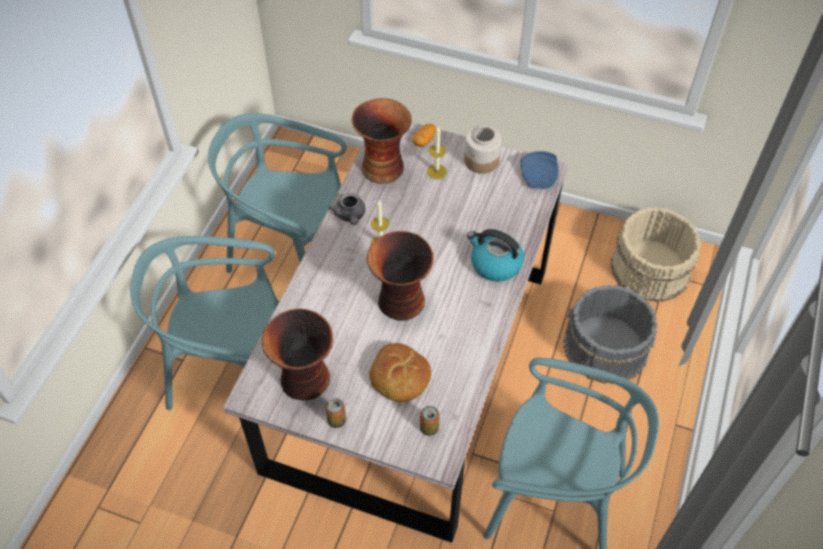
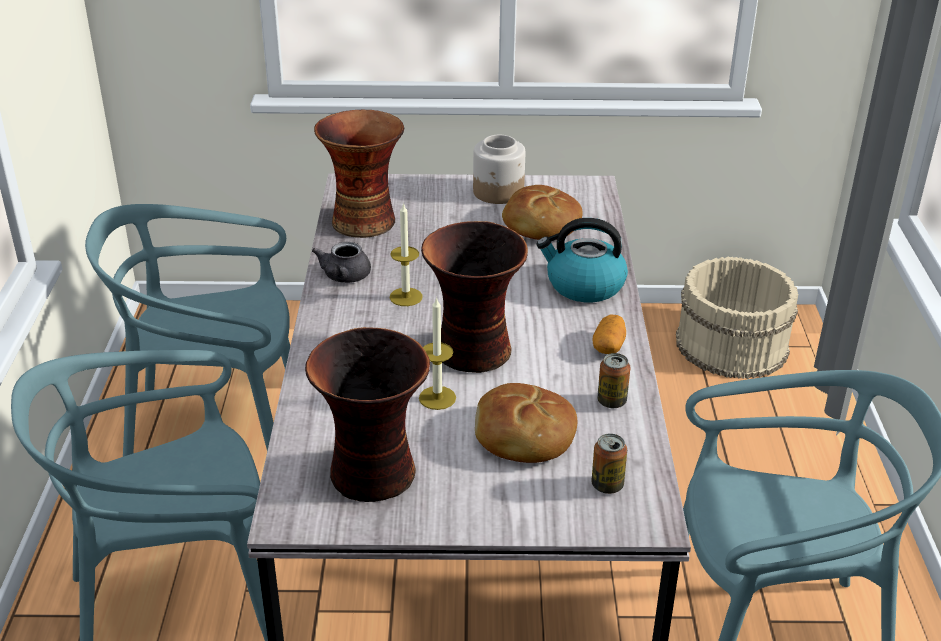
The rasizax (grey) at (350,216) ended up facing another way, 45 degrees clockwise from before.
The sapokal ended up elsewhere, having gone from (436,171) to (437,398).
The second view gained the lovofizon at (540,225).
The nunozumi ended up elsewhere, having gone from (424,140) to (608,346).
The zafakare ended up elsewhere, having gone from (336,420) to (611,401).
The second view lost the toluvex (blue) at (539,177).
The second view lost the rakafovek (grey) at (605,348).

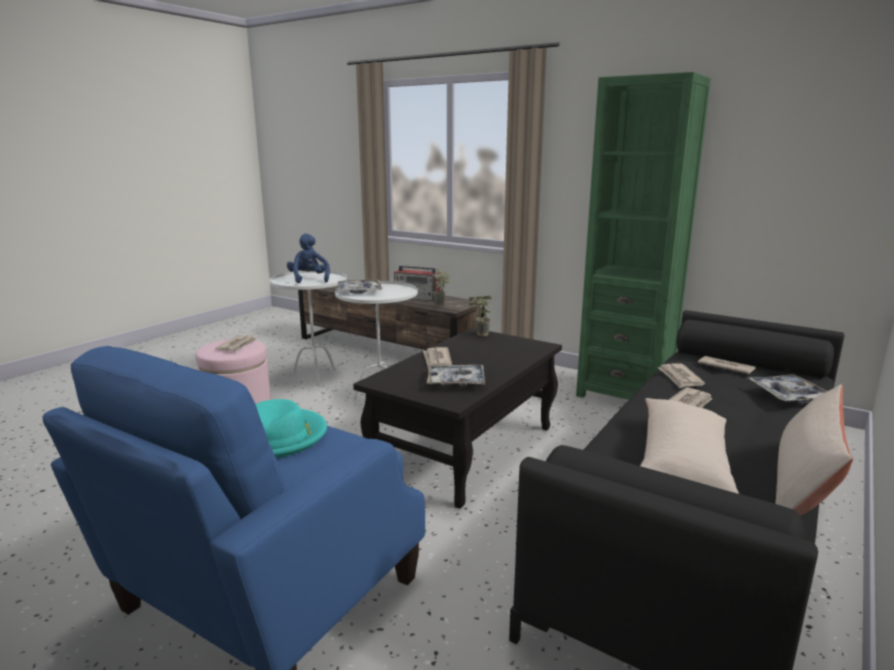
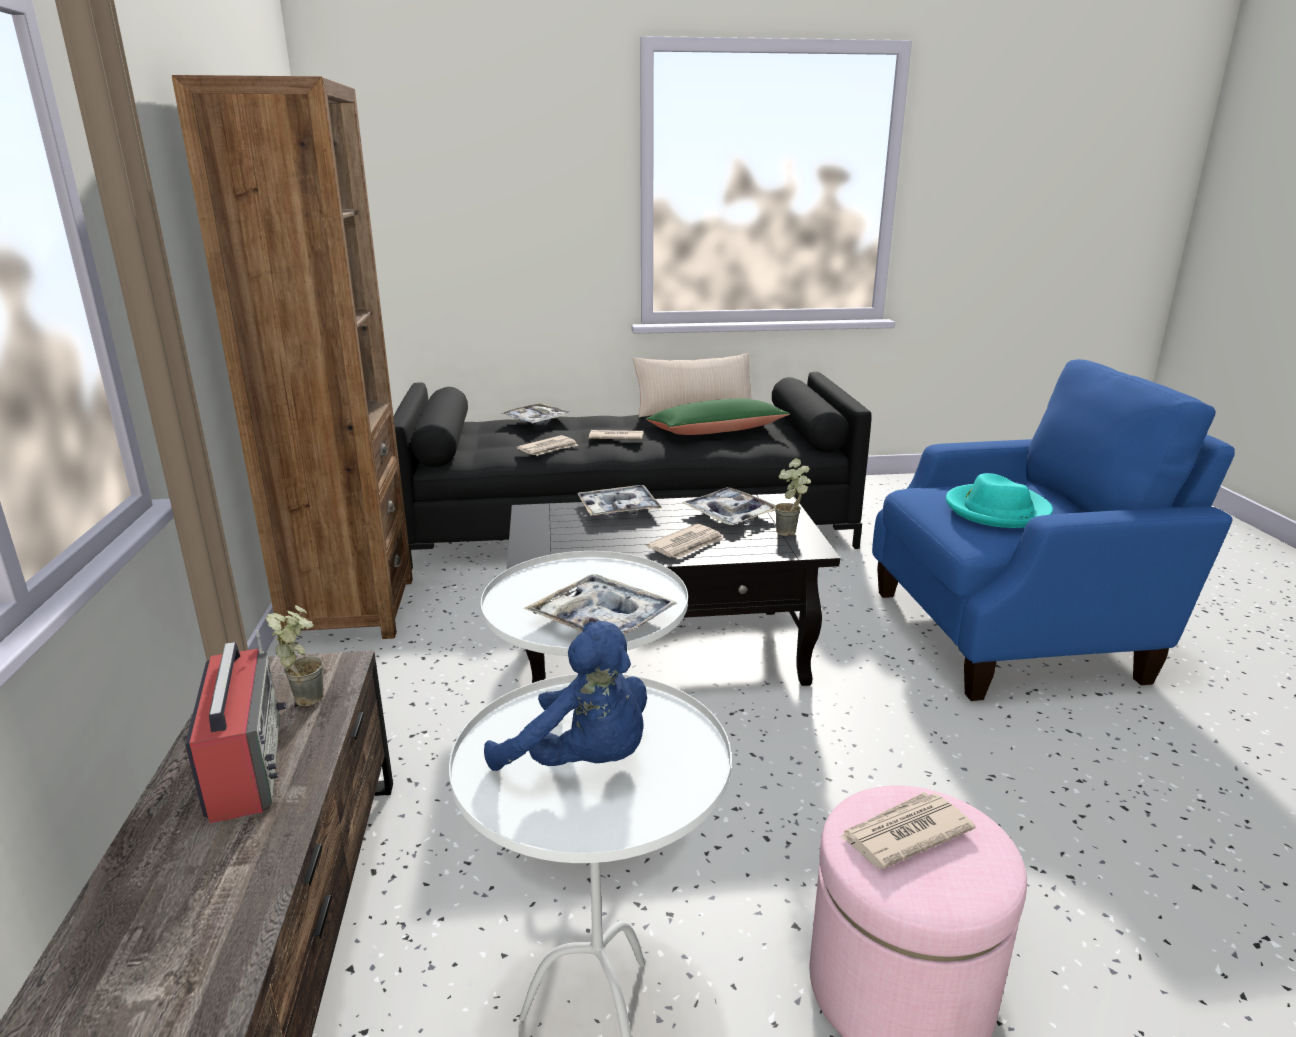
What was the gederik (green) at (624,393) turned into the gederik (brown) at (350,609).
The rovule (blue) at (309,279) ended up facing another way, 90 degrees counterclockwise from before.
The second view gained the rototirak at (618,509).
What was the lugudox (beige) at (684,461) turned into the lugudox (green) at (716,431).
The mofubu ended up elsewhere, having gone from (479,335) to (791,534).
The second view lost the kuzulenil at (725,367).

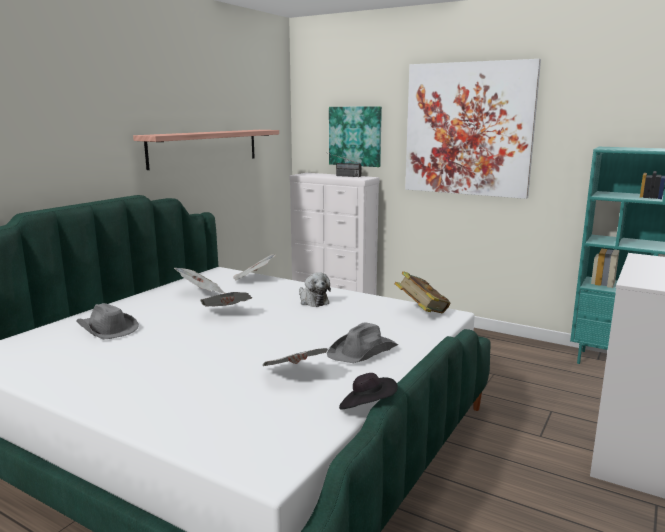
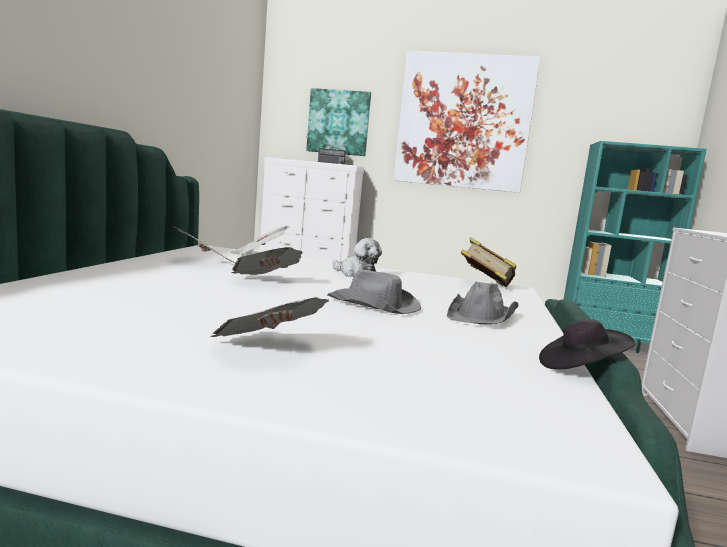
The kuzulenil ended up elsewhere, having gone from (295,374) to (267,348).
The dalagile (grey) ended up elsewhere, having gone from (107,329) to (374,305).
The second view lost the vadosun at (205,148).

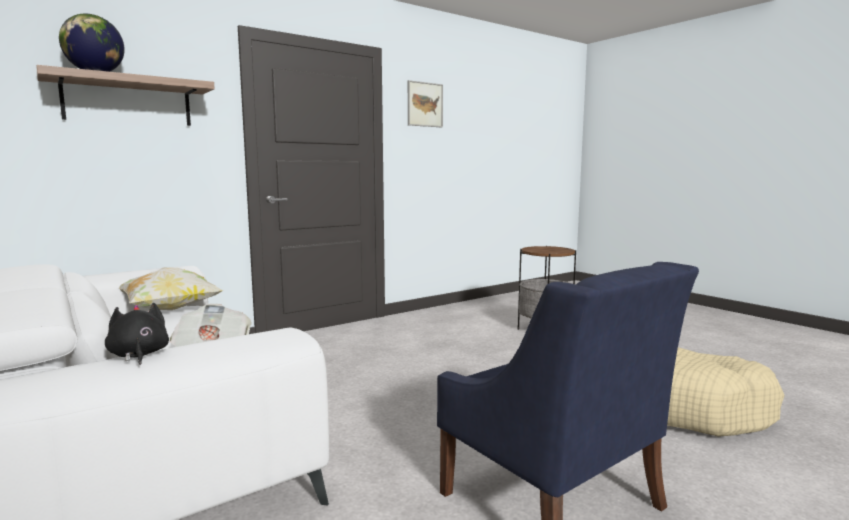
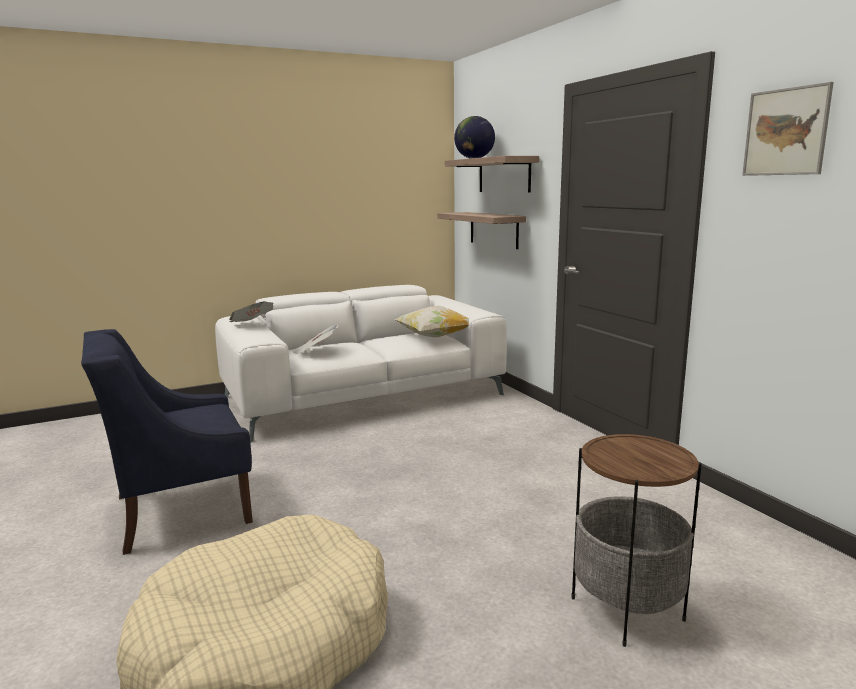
Where the rovule (black) stood at (138,355), the kuzulenil came to stand at (252,324).
The second view gained the vadosun at (493,229).

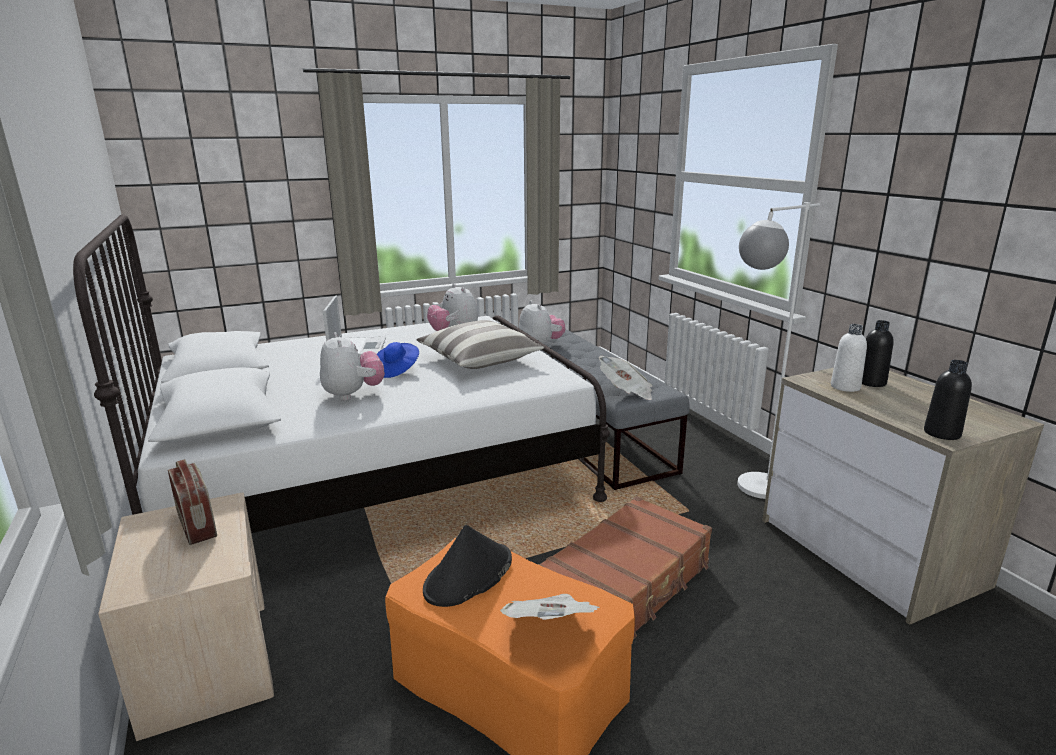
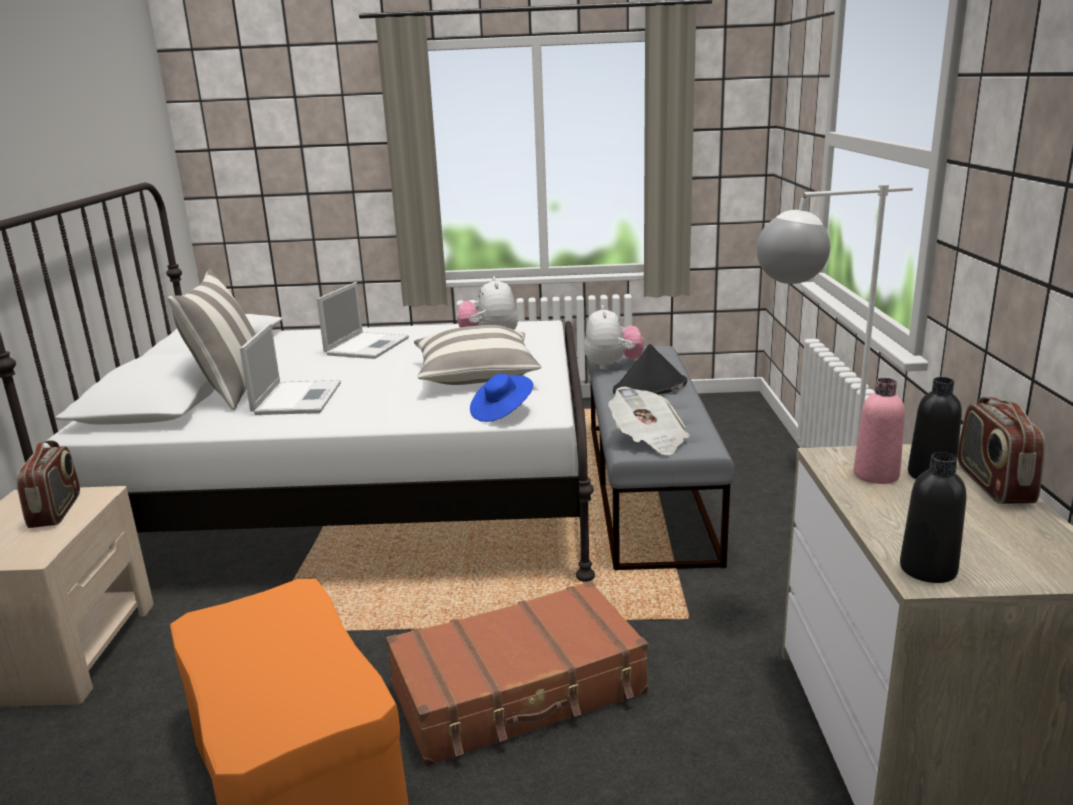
The second view gained the lugudox at (231,391).
Where the rovule stood at (353,394), the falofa came to stand at (297,398).
The dalagile (blue) ended up elsewhere, having gone from (396,370) to (502,412).
The dalagile (black) ended up elsewhere, having gone from (468,575) to (650,387).
What was the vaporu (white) at (845,387) turned into the vaporu (pink) at (876,475).
The second view gained the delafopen at (992,484).
The second view lost the kuzulenil at (550,628).

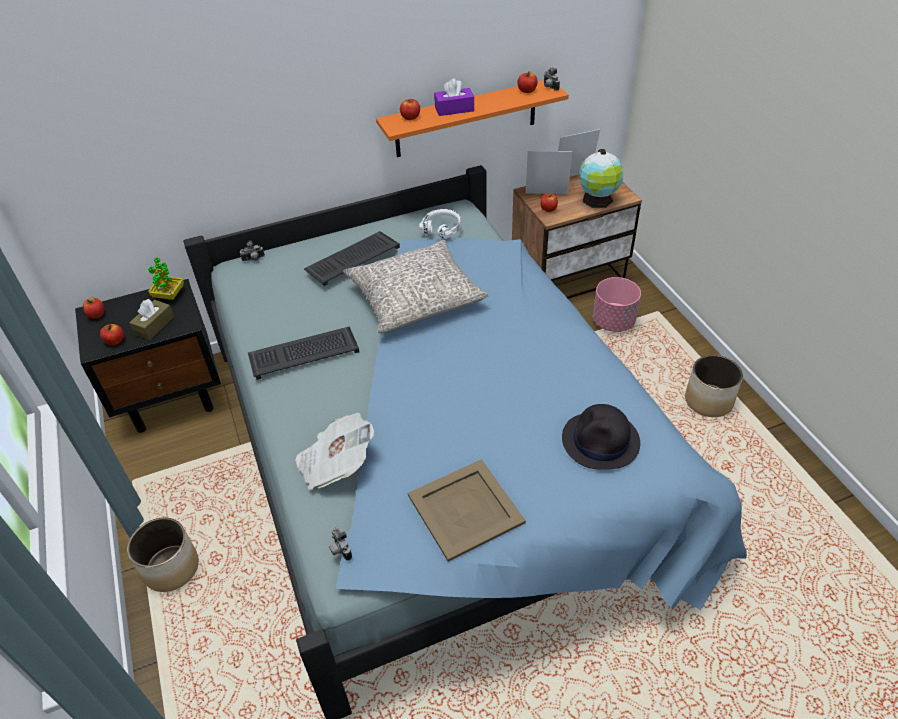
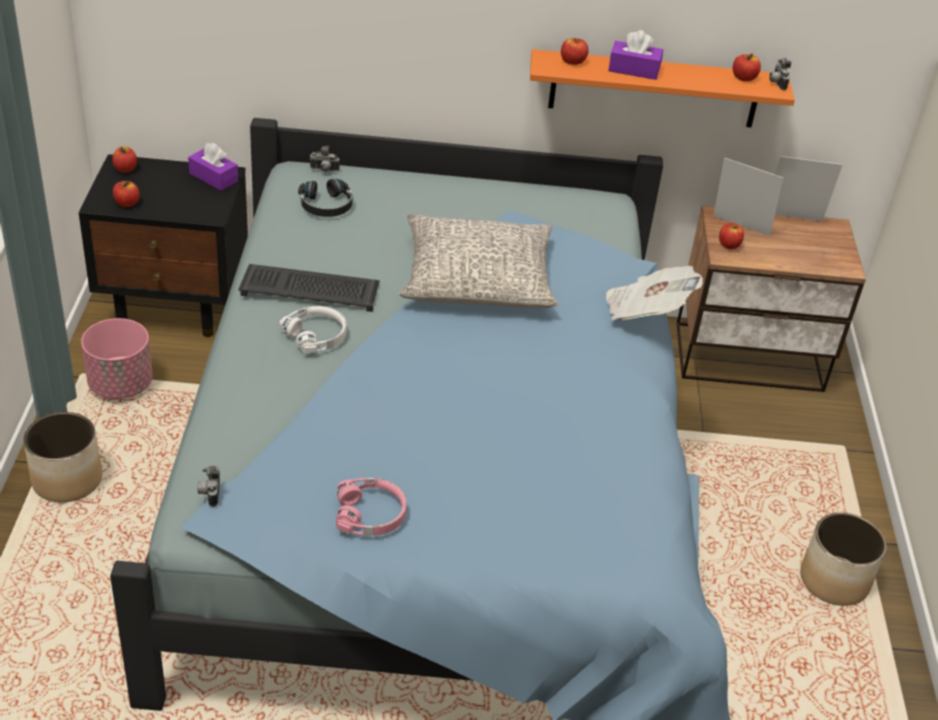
The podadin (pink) ended up elsewhere, having gone from (613,321) to (121,384).
Where the mofubu stood at (169,295), the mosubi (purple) came to stand at (213,177).
The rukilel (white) ended up elsewhere, having gone from (442,228) to (316,335).
The second view gained the rukilel (black) at (326,206).
Where the rototirak (beige) stood at (466,509), the rukilel (pink) came to stand at (371,514).
The kuzulenil ended up elsewhere, having gone from (336,464) to (646,311).
The second view lost the mosubi (brown) at (154,325).
The second view lost the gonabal at (353,258).
The second view lost the dalagile (black) at (601,441).
The second view lost the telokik at (598,200).

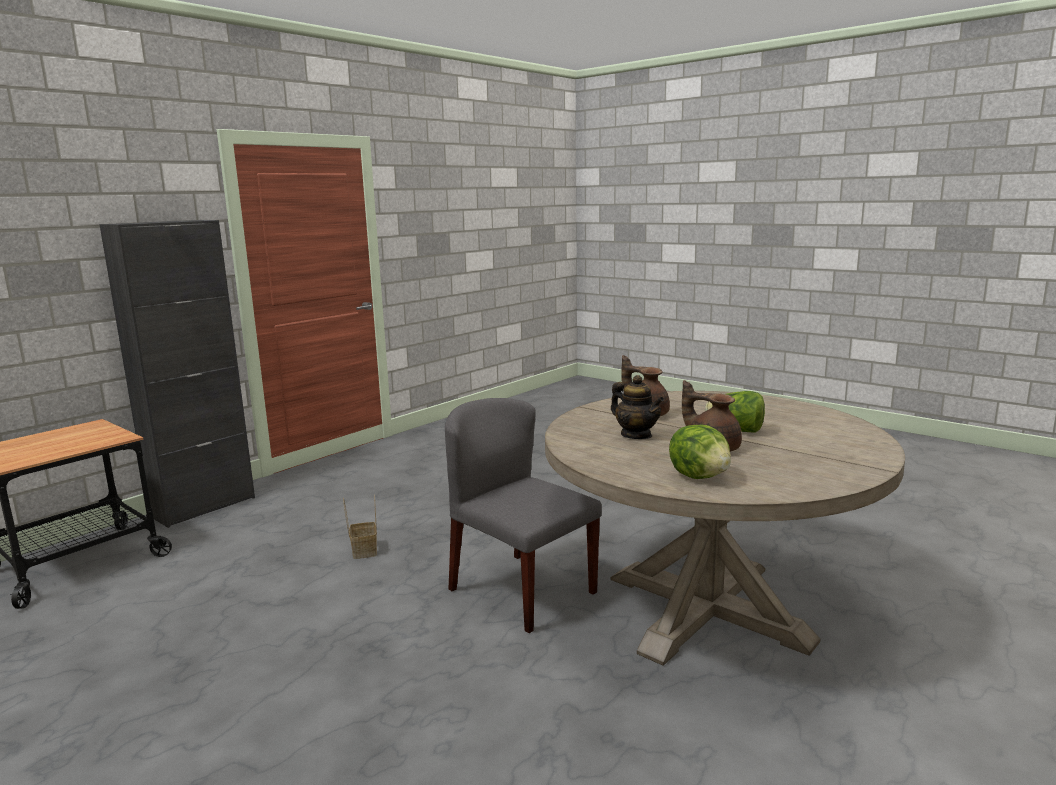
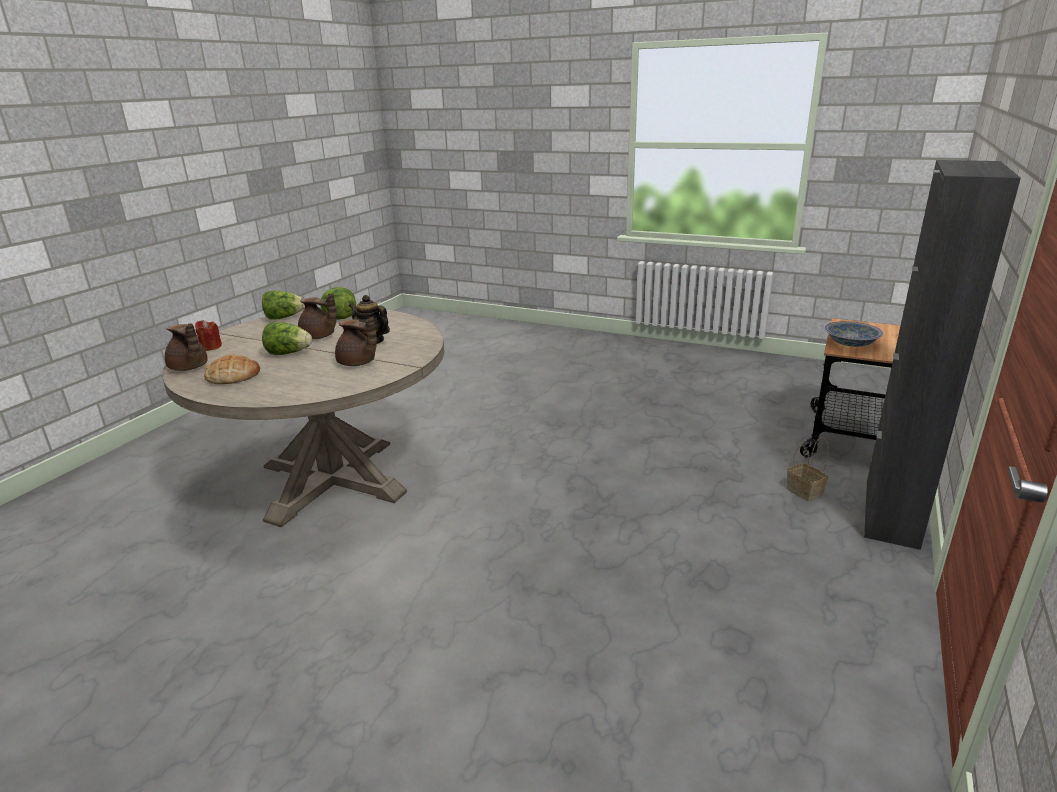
The second view gained the rasizax (brown) at (189,368).
The second view gained the sapokal (red) at (211,347).
The second view gained the lovofizon at (233,376).
The second view gained the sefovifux at (284,318).
The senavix ended up elsewhere, having gone from (363,550) to (805,492).
The second view gained the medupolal at (851,343).
The second view lost the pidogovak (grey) at (521,590).

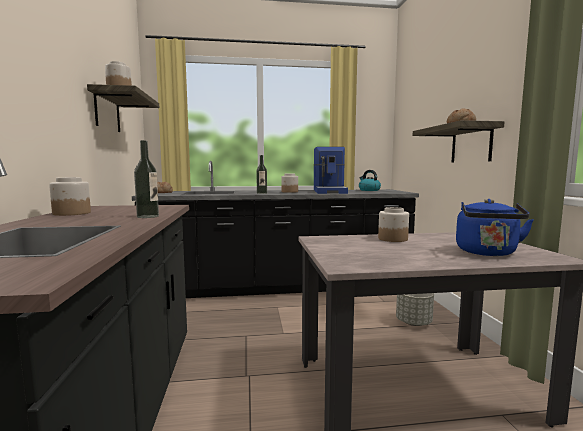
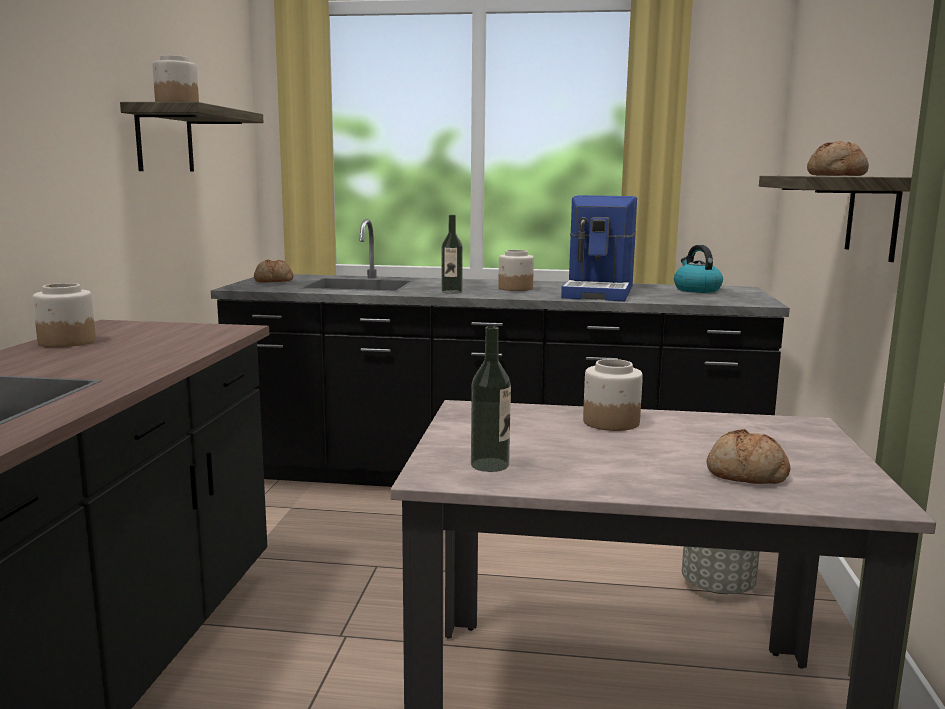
The vaporu ended up elsewhere, having gone from (148,216) to (490,465).
Where the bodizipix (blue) stood at (487,253), the lovofizon came to stand at (745,475).

